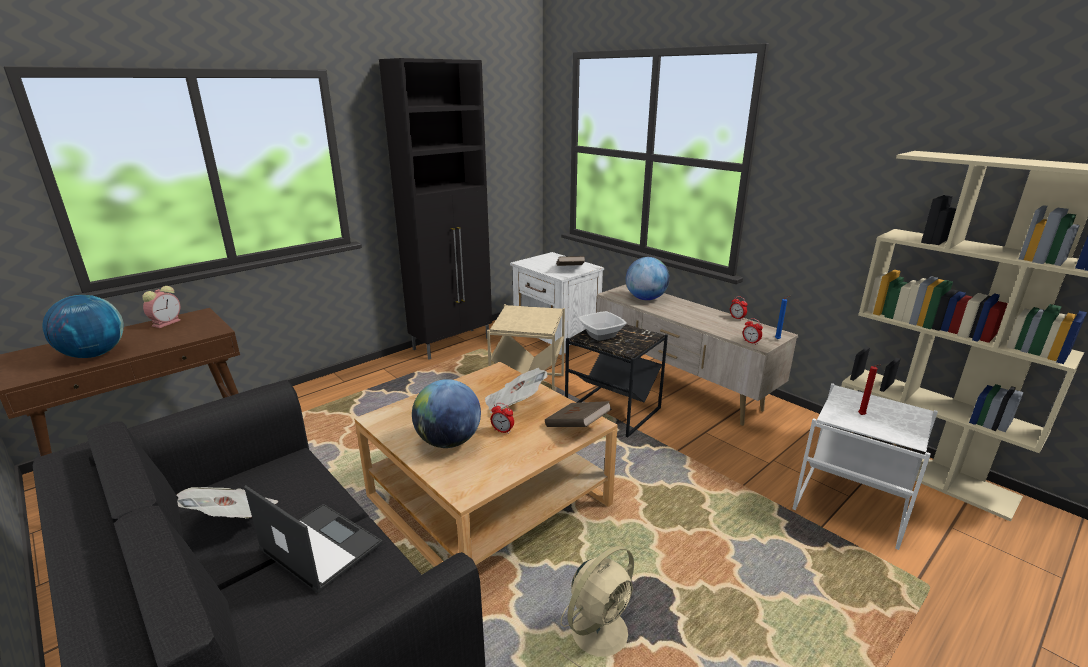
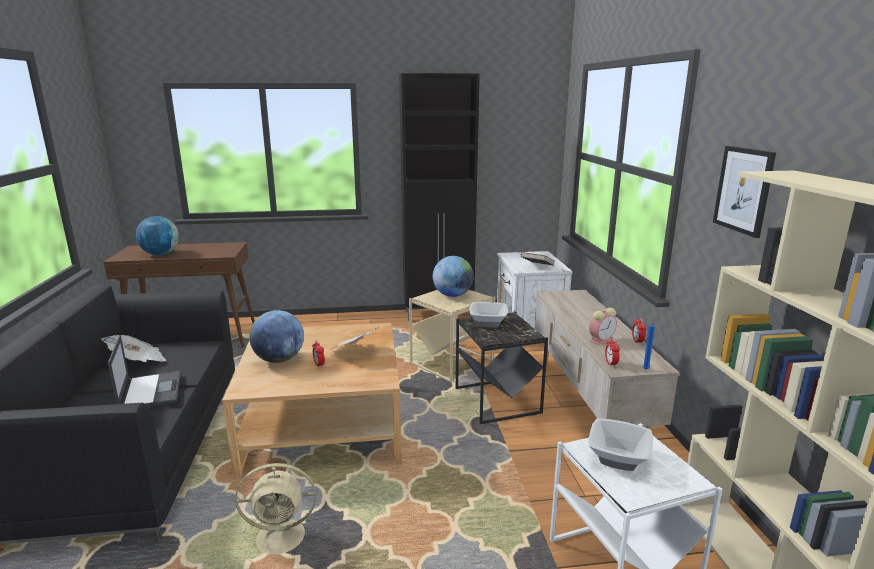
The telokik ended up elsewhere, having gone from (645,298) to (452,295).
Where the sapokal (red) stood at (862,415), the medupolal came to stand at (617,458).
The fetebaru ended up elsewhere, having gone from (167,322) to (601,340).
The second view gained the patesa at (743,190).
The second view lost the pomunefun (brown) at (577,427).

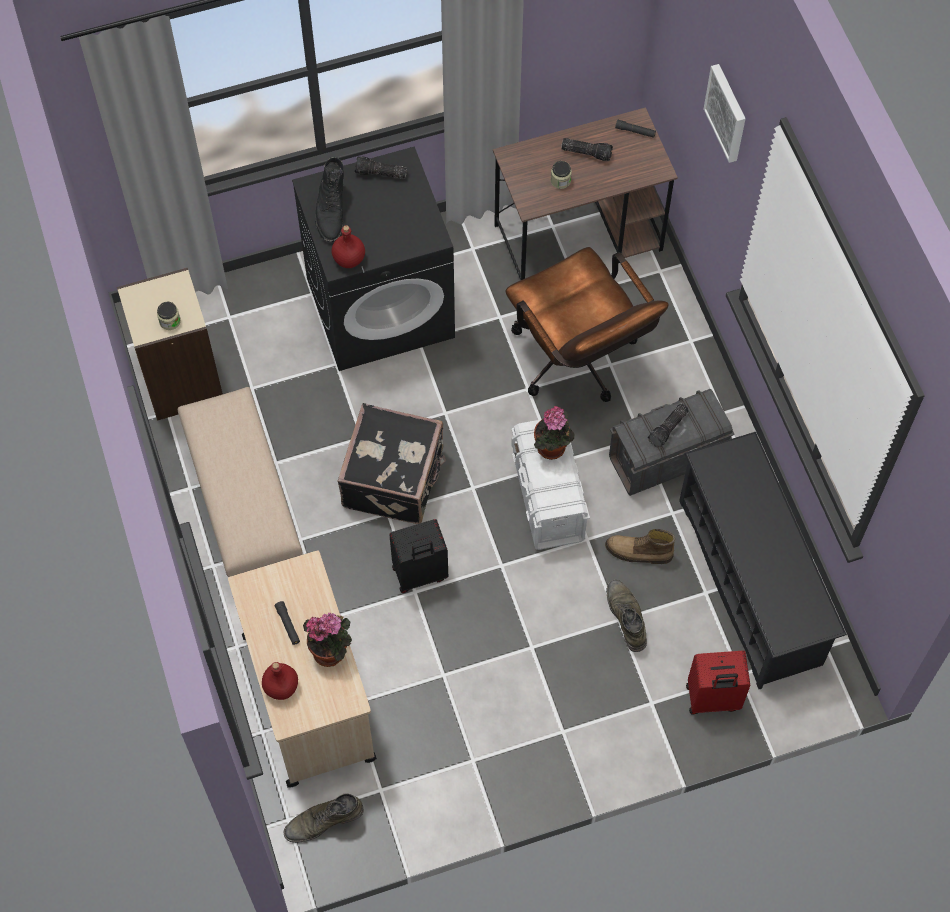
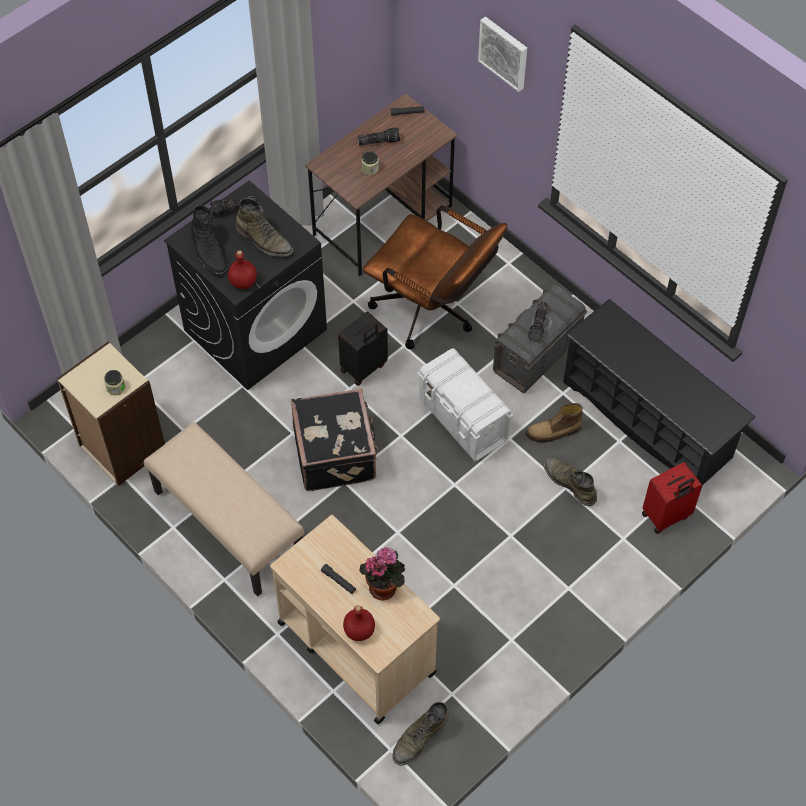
The second view gained the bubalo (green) at (264,240).
The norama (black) ended up elsewhere, having gone from (420,575) to (364,368).
The second view lost the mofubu at (552,449).

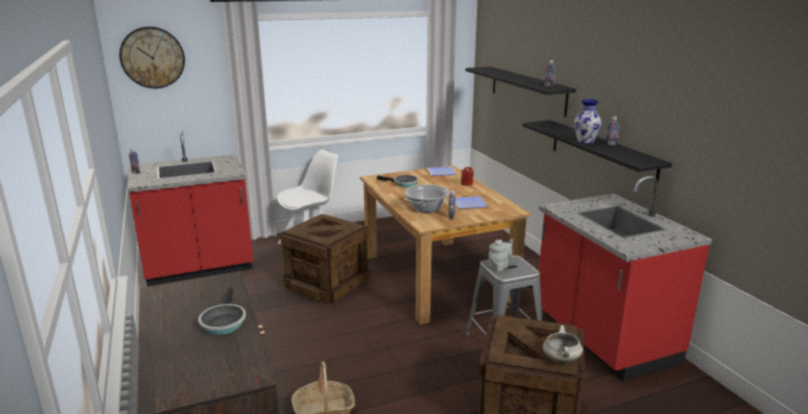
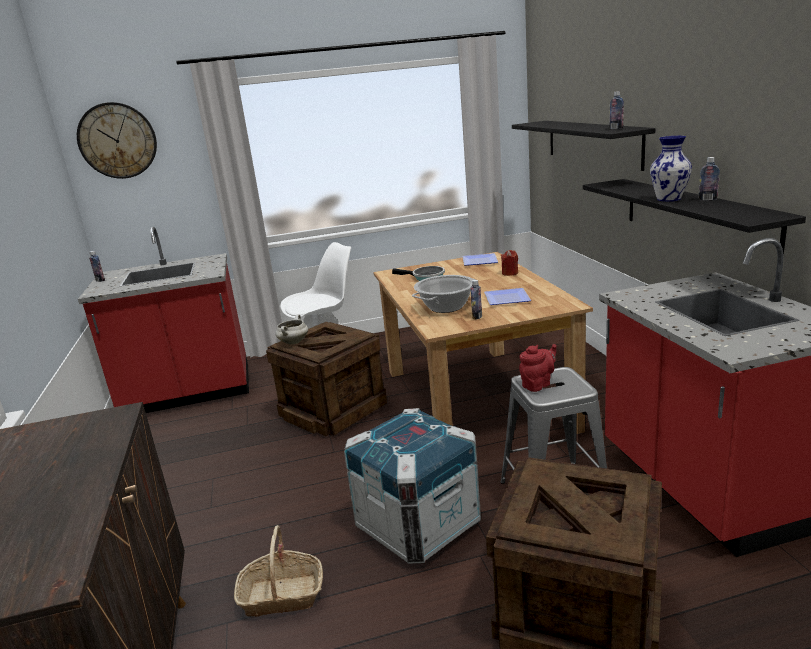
The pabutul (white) ended up elsewhere, having gone from (560,360) to (293,342).
The second view gained the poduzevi at (418,525).
What was the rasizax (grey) at (499,266) turned into the rasizax (red) at (538,384).
The second view lost the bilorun at (223,322).

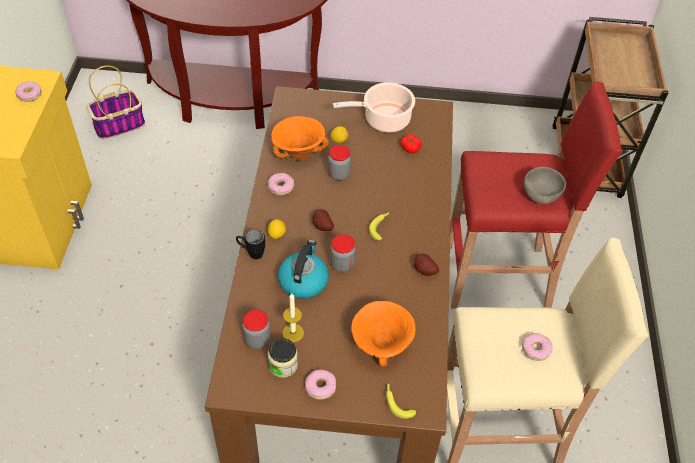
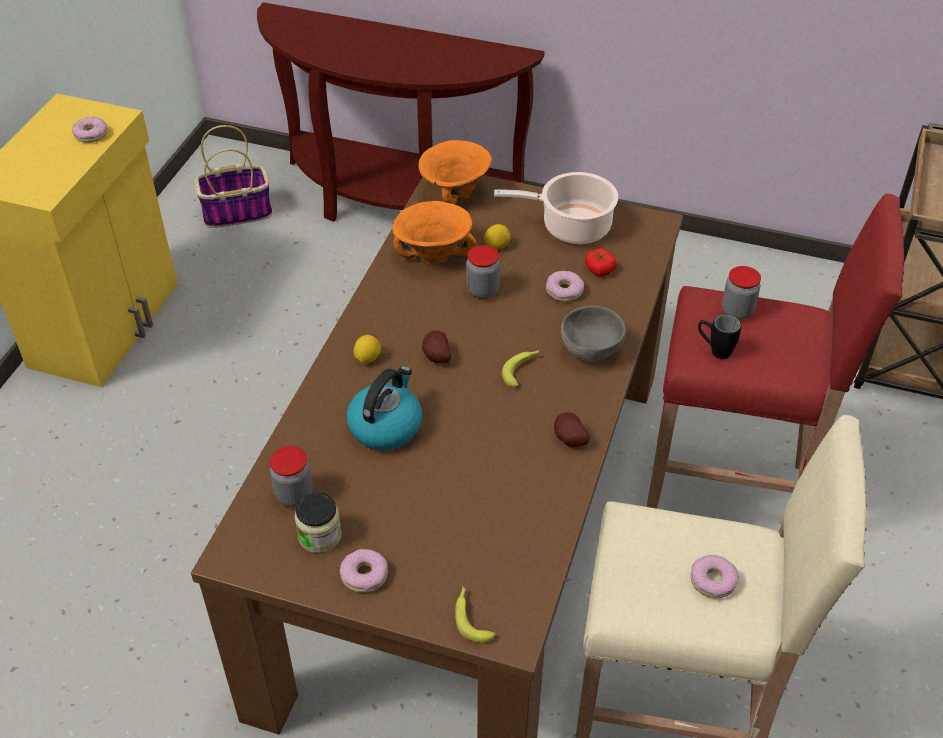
The medupolal (orange) ended up elsewhere, having gone from (380,345) to (454,192).
The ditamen ended up elsewhere, having gone from (281,187) to (564,291).
The medupolal (grey) ended up elsewhere, having gone from (540,195) to (590,350).
The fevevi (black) ended up elsewhere, having gone from (251,253) to (714,350).
The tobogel ended up elsewhere, having gone from (342,264) to (737,311).
The second view lost the sapokal at (293,333).

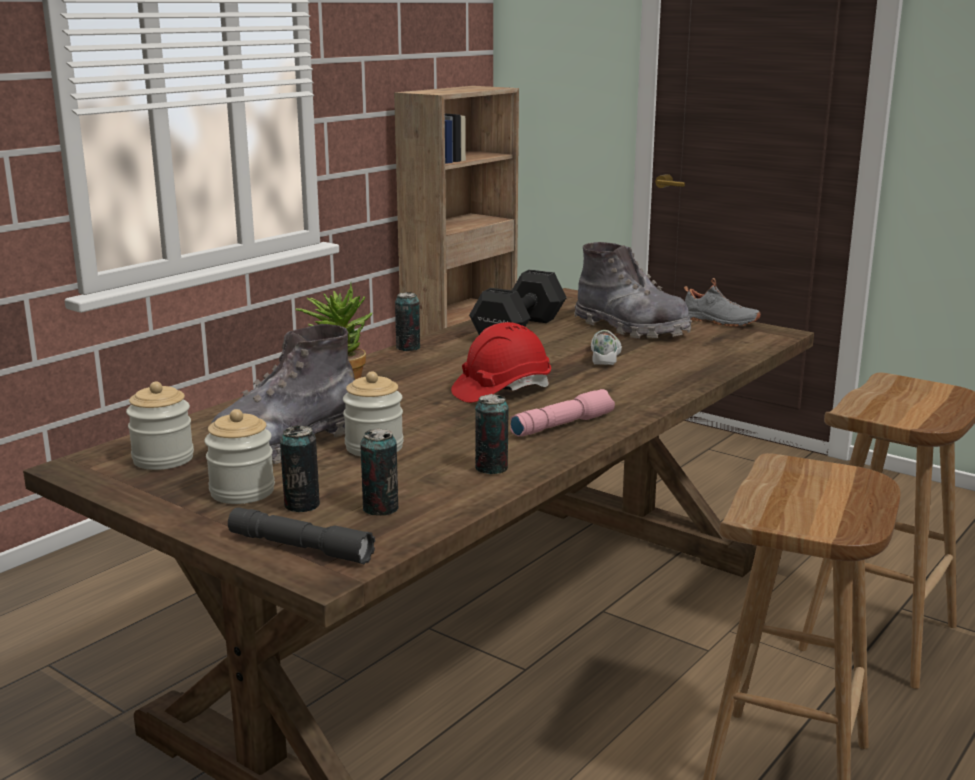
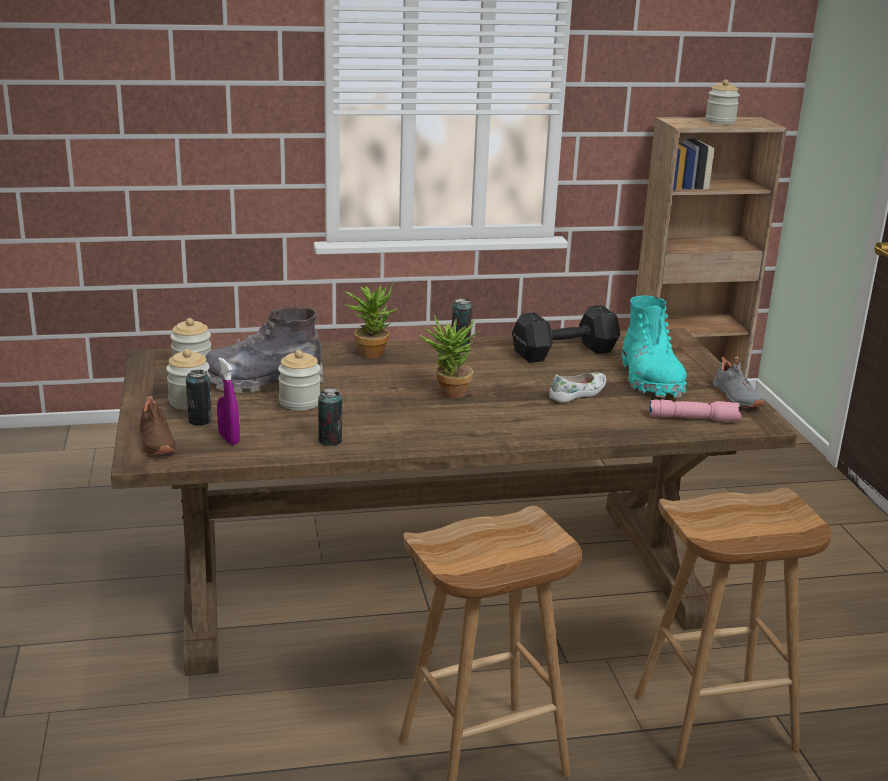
Where the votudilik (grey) stood at (300,547), the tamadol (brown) came to stand at (155,442).
Where the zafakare stood at (380,508), the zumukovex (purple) came to stand at (229,439).
Where the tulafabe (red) stood at (501,390), the mofubu came to stand at (448,394).
What was the bubalo (grey) at (631,328) turned into the bubalo (turquoise) at (650,379).
The votudilik (pink) ended up elsewhere, having gone from (562,425) to (694,418).
The second view gained the tobogel at (720,122).

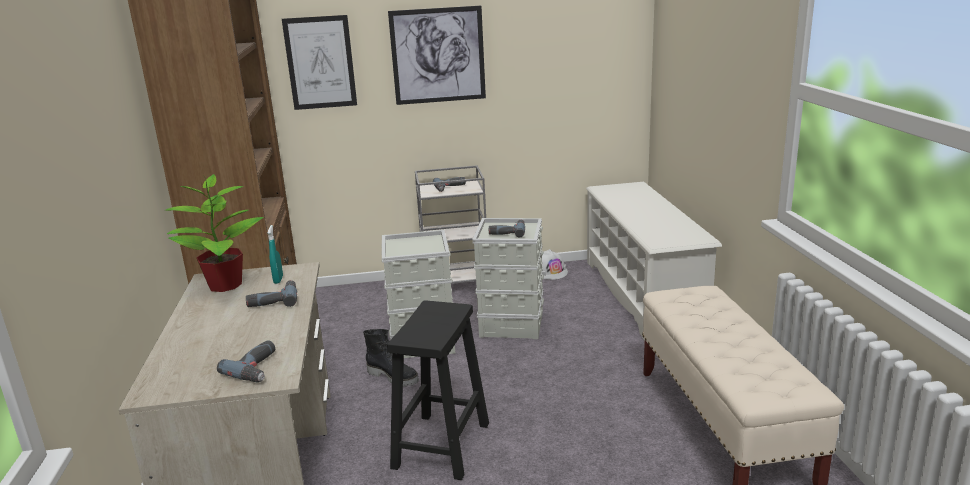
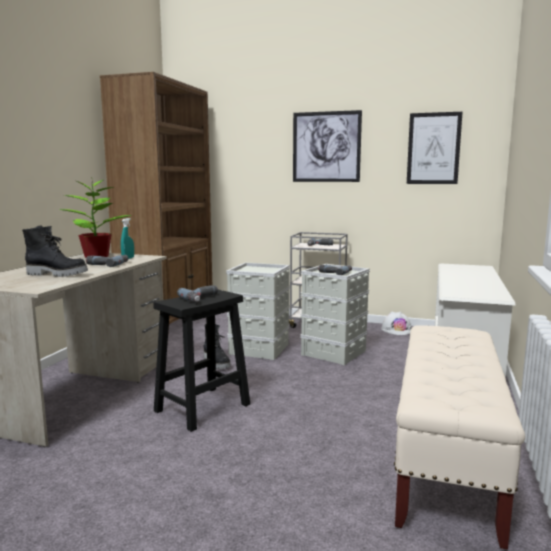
The second view gained the bubalo (black) at (58,274).
The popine ended up elsewhere, having gone from (259,368) to (202,298).
The patesa ended up elsewhere, having gone from (320,62) to (433,148).

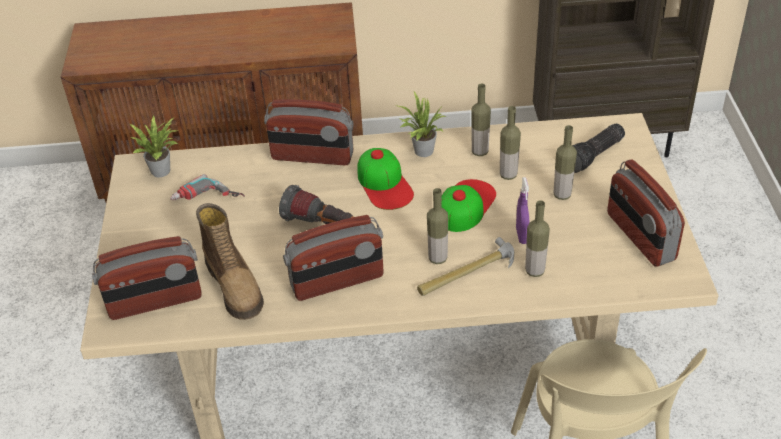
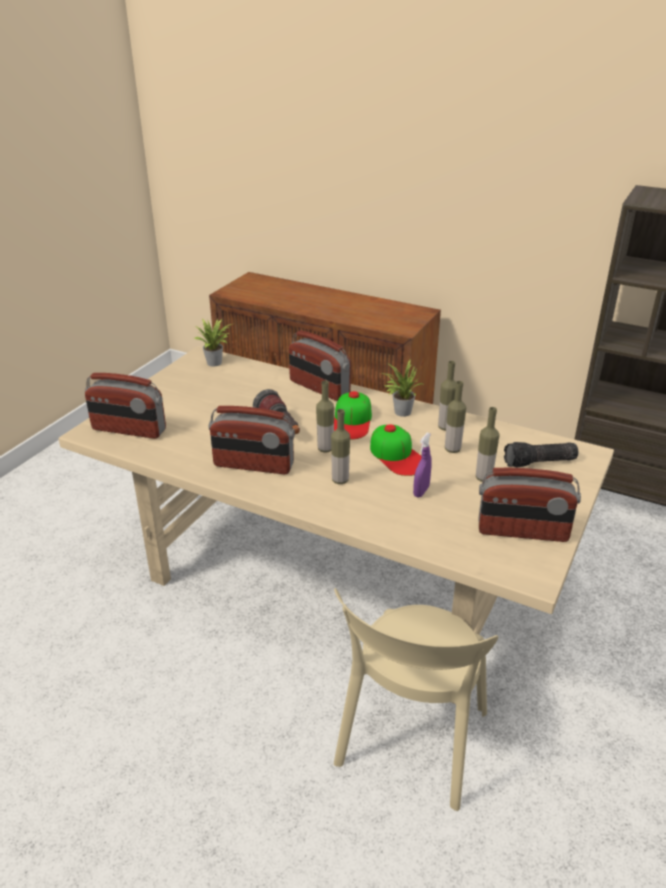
The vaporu ended up elsewhere, having gone from (534,271) to (325,449).
The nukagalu at (465,205) ended up facing another way, 90 degrees clockwise from before.
The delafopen at (640,237) ended up facing another way, 90 degrees counterclockwise from before.
The second view lost the popine at (207,200).
The second view lost the bubalo at (235,286).
The second view lost the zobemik at (466,272).

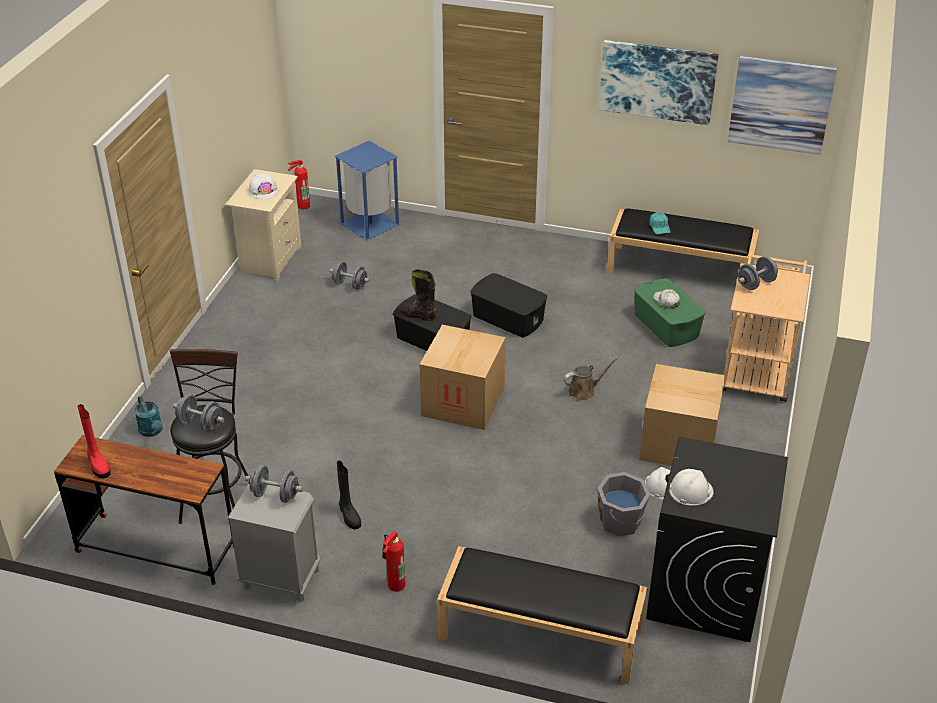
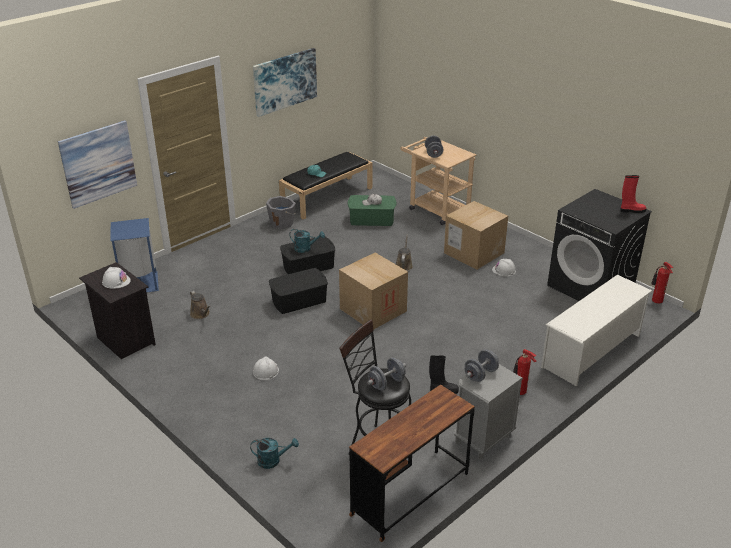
The patesa ended up elsewhere, having gone from (780,105) to (98,163).
What was the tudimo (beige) at (269,259) turned into the tudimo (black) at (124,340).
Where the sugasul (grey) stood at (350,285), the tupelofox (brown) came to stand at (201,314).
The tulafabe (white) ended up elsewhere, having gone from (691,490) to (265,371).
The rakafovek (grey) ended up elsewhere, having gone from (621,522) to (282,223).
The second view gained the tupelofox (turquoise) at (306,248).
Where the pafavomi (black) stood at (539,634), the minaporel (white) came to stand at (592,351).
The bubalo (red) ended up elsewhere, having gone from (98,464) to (632,210).
The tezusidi ended up elsewhere, having gone from (302,206) to (656,301).
The second view lost the bubalo (black) at (418,315).

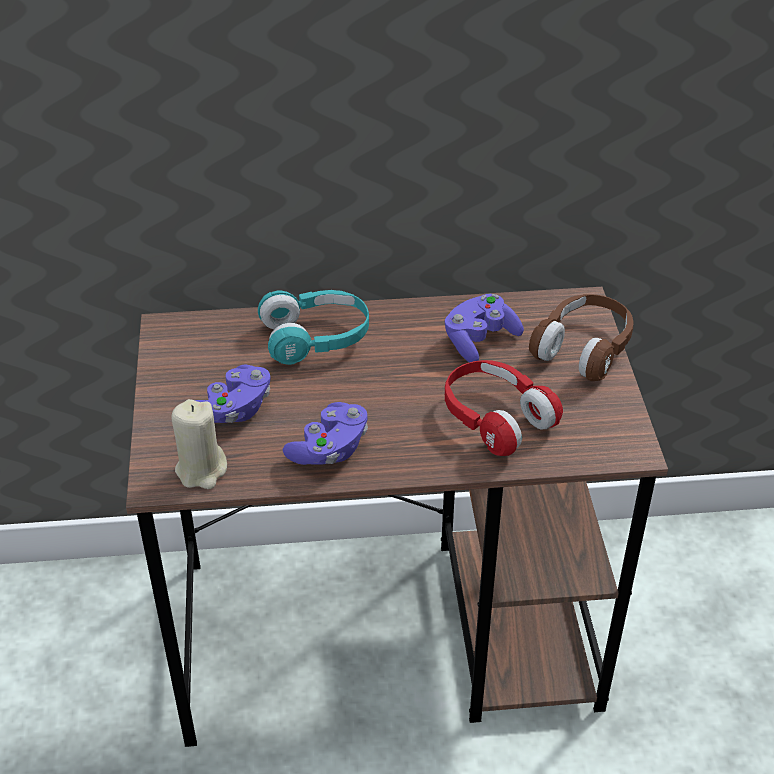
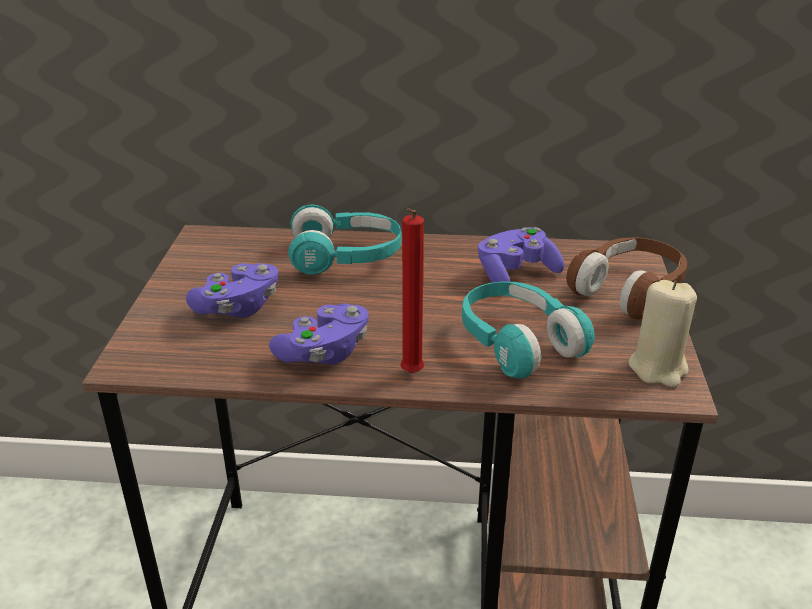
The second view gained the sapokal (red) at (410,375).
What was the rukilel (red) at (496,418) turned into the rukilel (turquoise) at (518,343).
The sapokal (beige) ended up elsewhere, having gone from (201,470) to (658,368).

